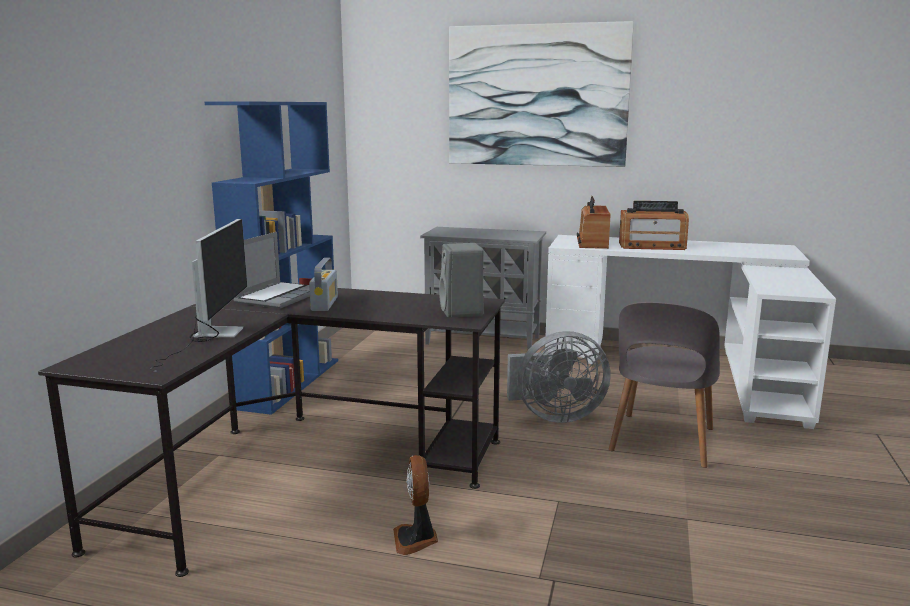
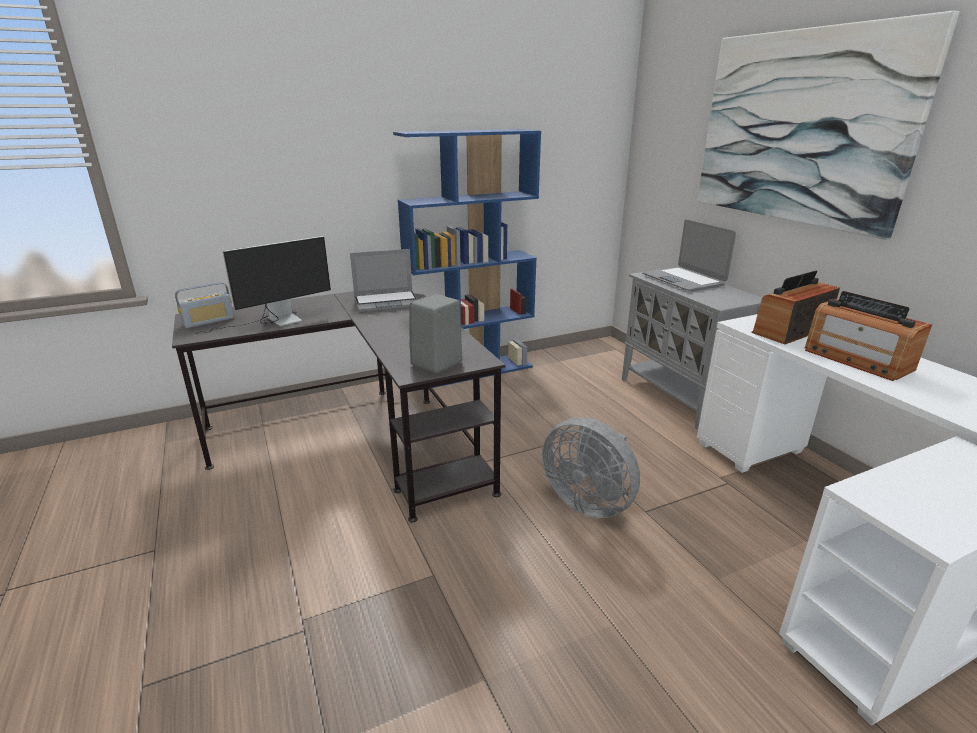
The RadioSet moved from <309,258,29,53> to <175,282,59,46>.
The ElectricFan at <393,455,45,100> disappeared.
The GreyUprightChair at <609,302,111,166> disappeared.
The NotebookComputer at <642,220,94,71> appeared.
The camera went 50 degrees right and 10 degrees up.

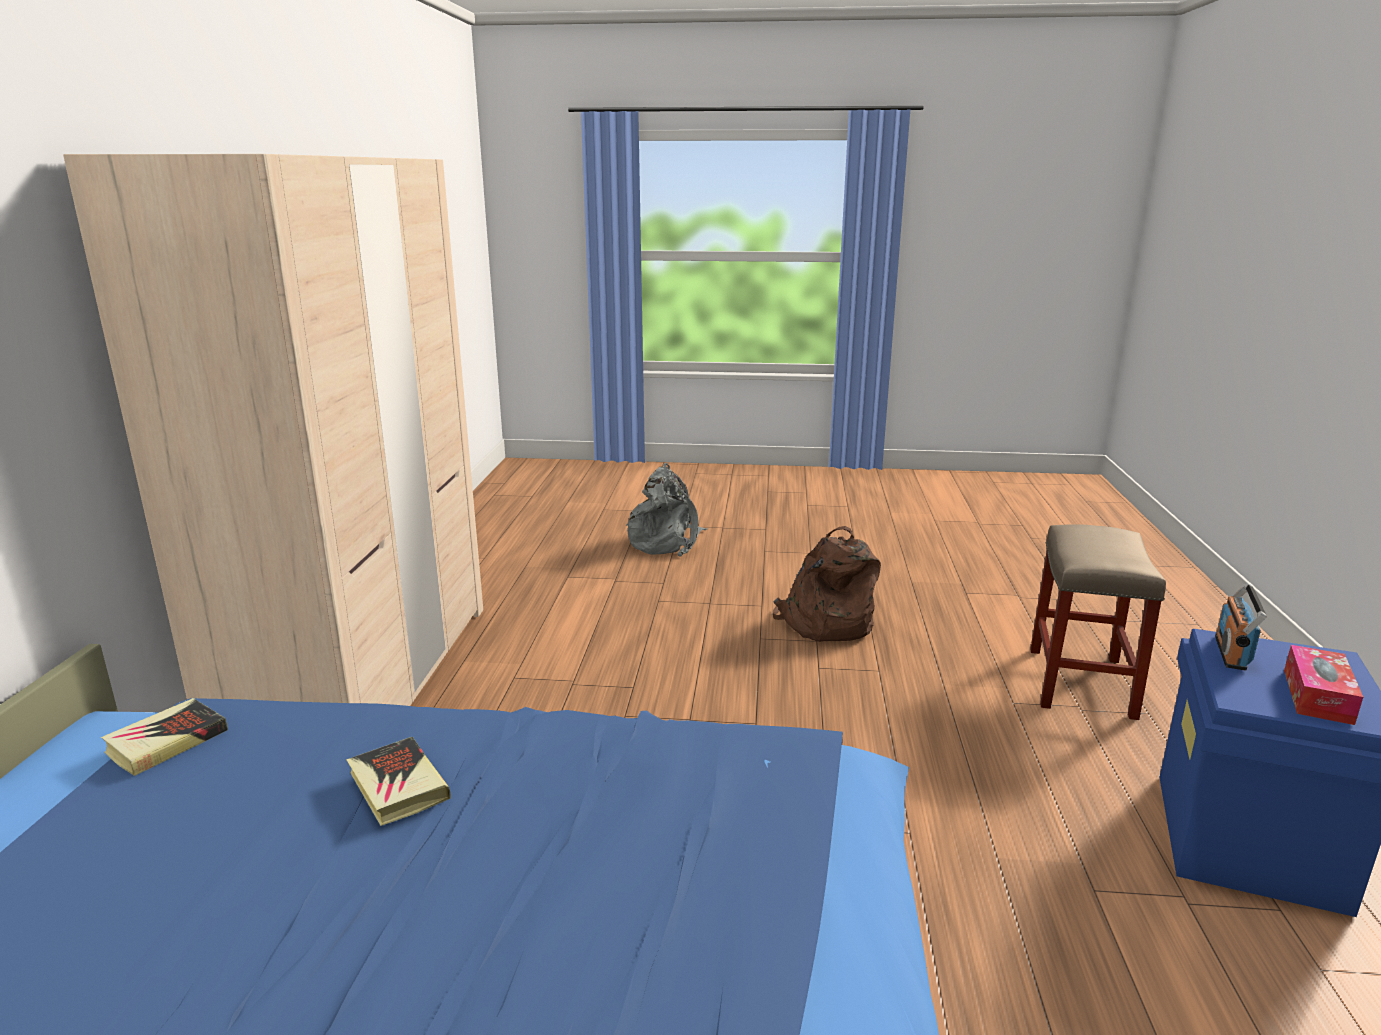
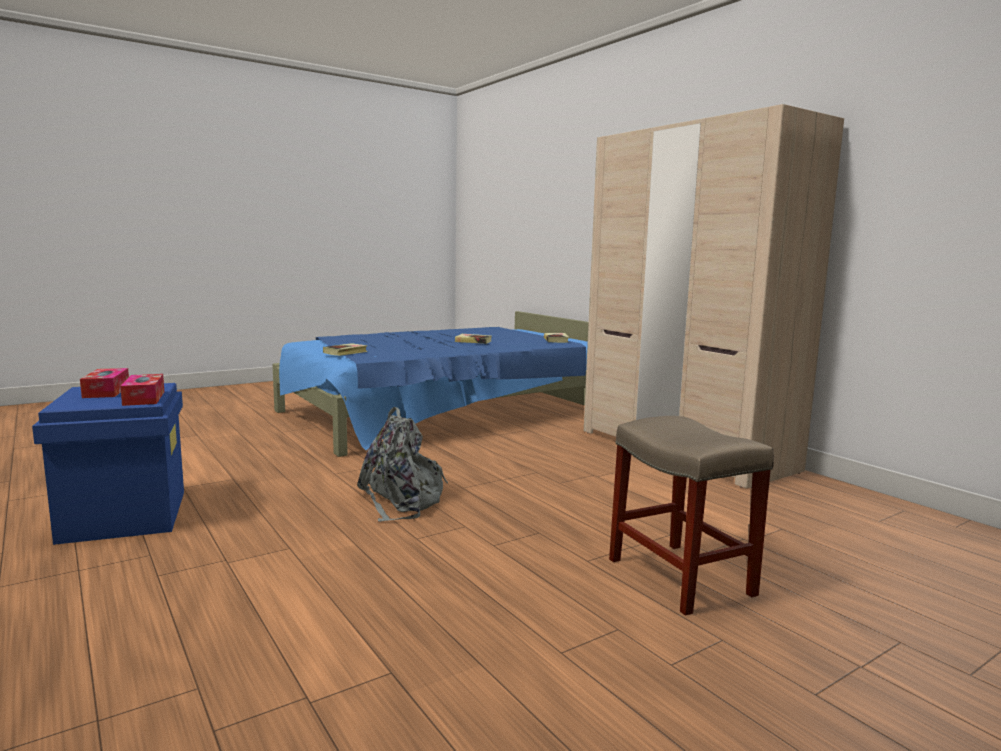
The GreyBackpack moved from <626,463,81,94> to <357,407,91,115>.
The BrownColouredBackpack at <773,526,108,116> disappeared.
The BeigeColouredStoolSeat moved from <1030,524,136,196> to <609,416,165,200>.
The RadioSet at <1215,583,52,87> was replaced by the TissueBox at <120,374,44,32>.
The Volume at <323,343,44,13> appeared.
The camera went 140 degrees right and 10 degrees down.

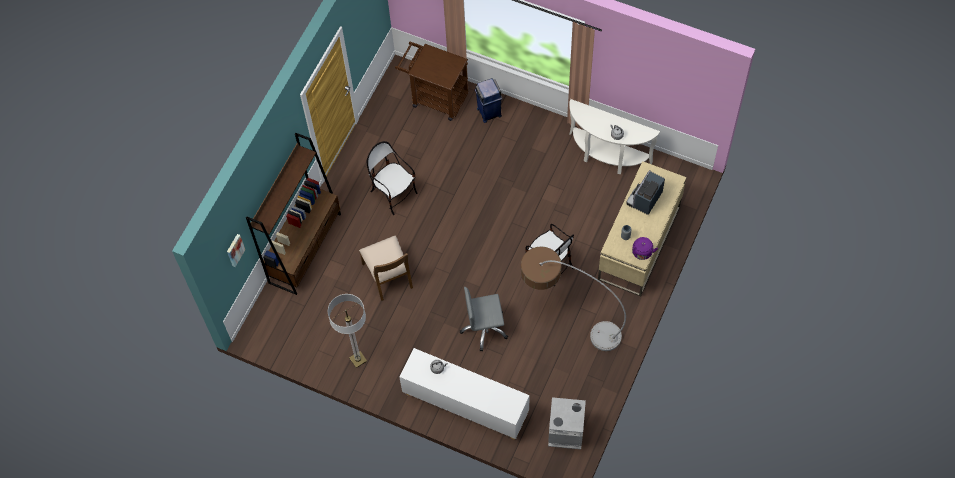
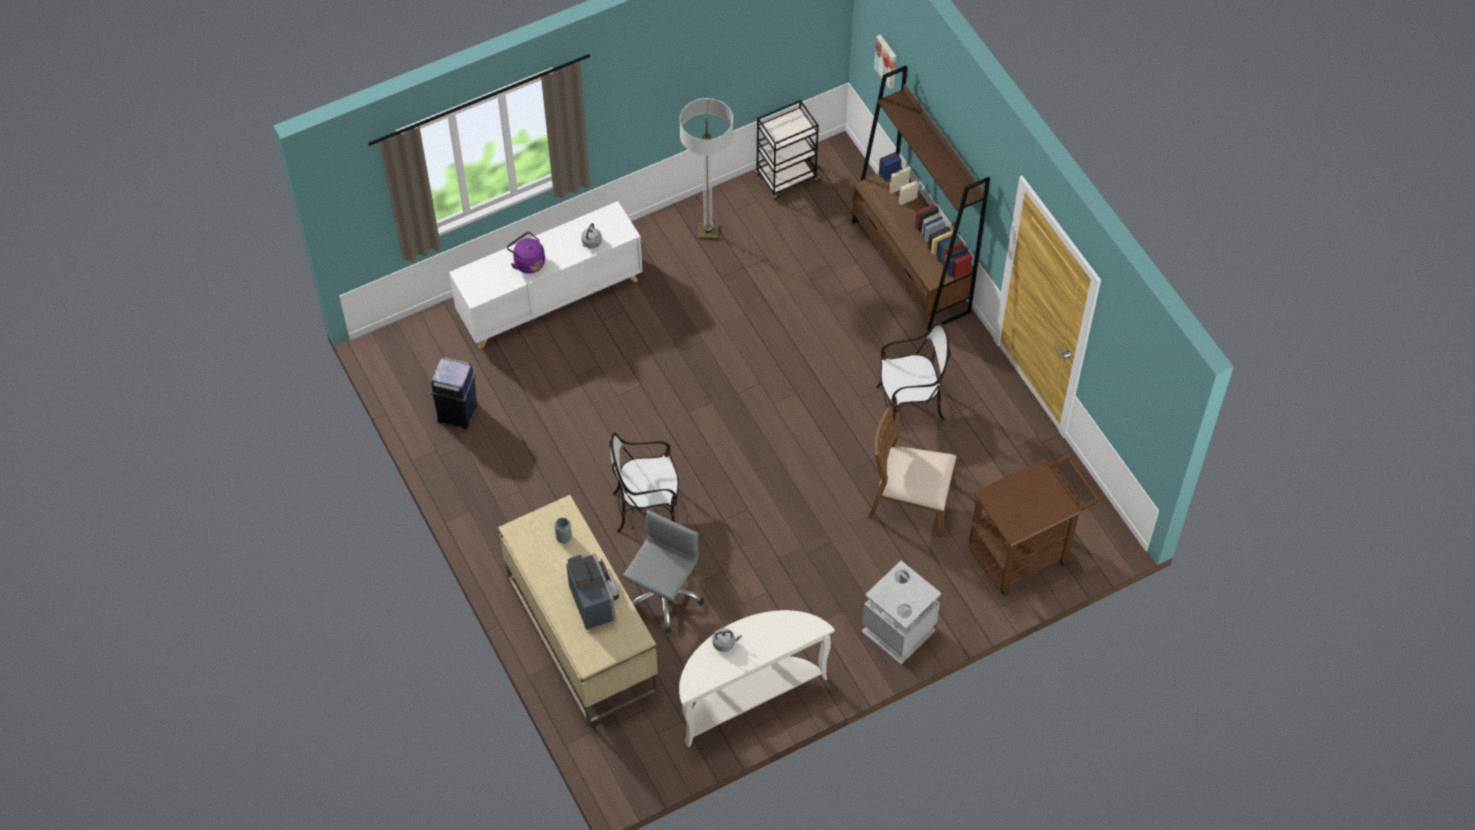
The BrownColouredUprightChair moved from <359,236,54,65> to <868,408,89,129>.
The GreyOfficeChair moved from <460,287,48,64> to <622,510,82,123>.
The BlueTrashCan moved from <475,78,27,45> to <430,357,48,72>.
The StandardLamp at <521,247,105,104> disappeared.
The GreyTrashCan moved from <548,397,38,53> to <862,561,79,104>.
The PurplishKettle moved from <632,237,26,23> to <507,232,38,42>.
The BlackishCart at <755,100,68,100> appeared.
The camera went 125 degrees right and 5 degrees down.

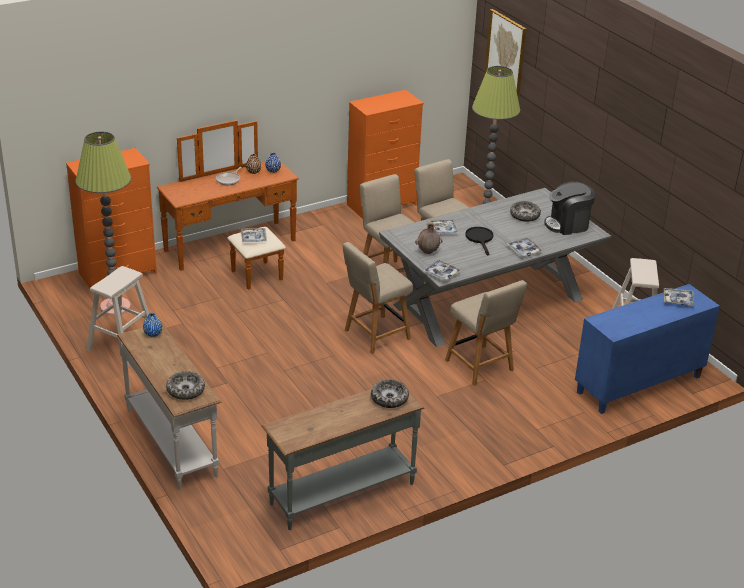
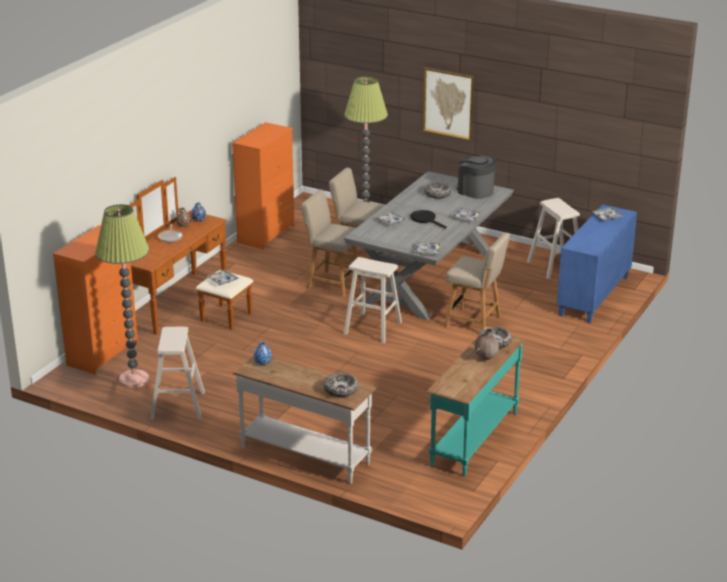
The GreyHallTable at <261,389,164,141> became the TurquoiseHallTable at <426,336,98,141>.
The BeigeColouredUprightChair at <343,242,70,112> was replaced by the BeigeColouredStoolSeat at <344,257,58,86>.
The BrownColouredFlowerVase moved from <415,222,28,32> to <475,327,24,33>.
The WallPicture moved from <484,9,42,88> to <422,67,52,74>.
The CoffeeMachine at <544,181,51,54> turned 90 degrees clockwise.
The camera went 30 degrees left and 5 degrees down.

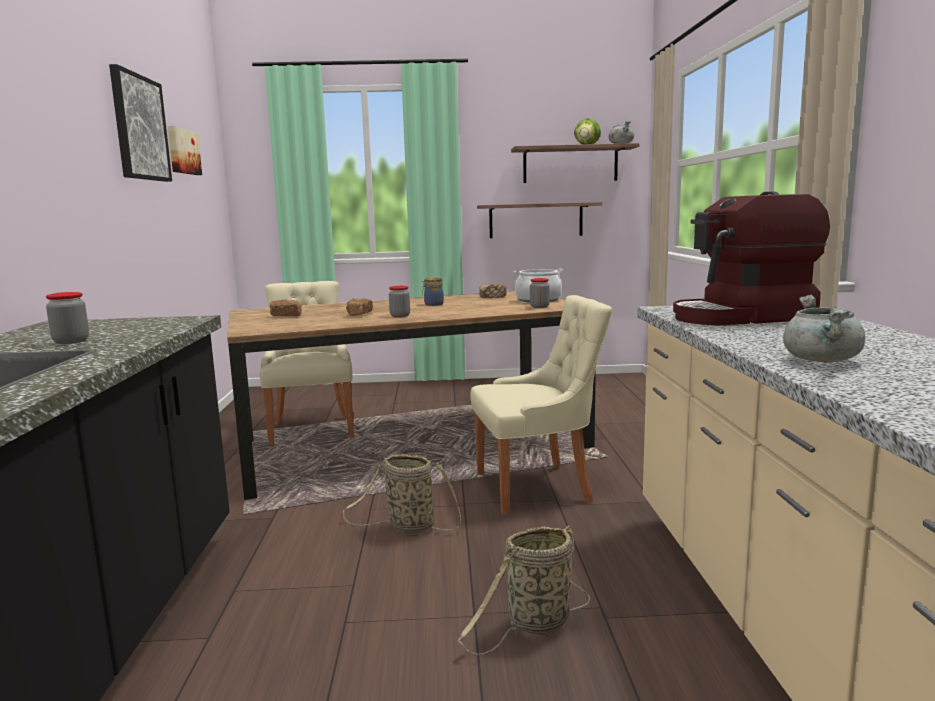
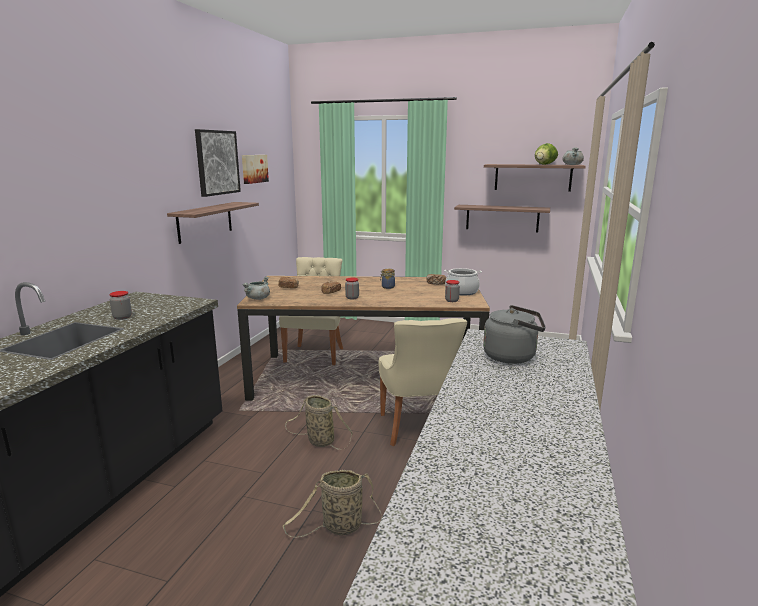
The BeigeColouredUprightChair at <470,295,142,220> turned 75 degrees clockwise.
The CoffeeMachine at <673,192,157,134> was replaced by the GreyKettle at <483,305,63,59>.
The GreyCookingPot moved from <783,295,82,67> to <242,277,28,23>.
The WallShelf at <167,202,92,42> appeared.
The camera went 20 degrees right and 5 degrees up.

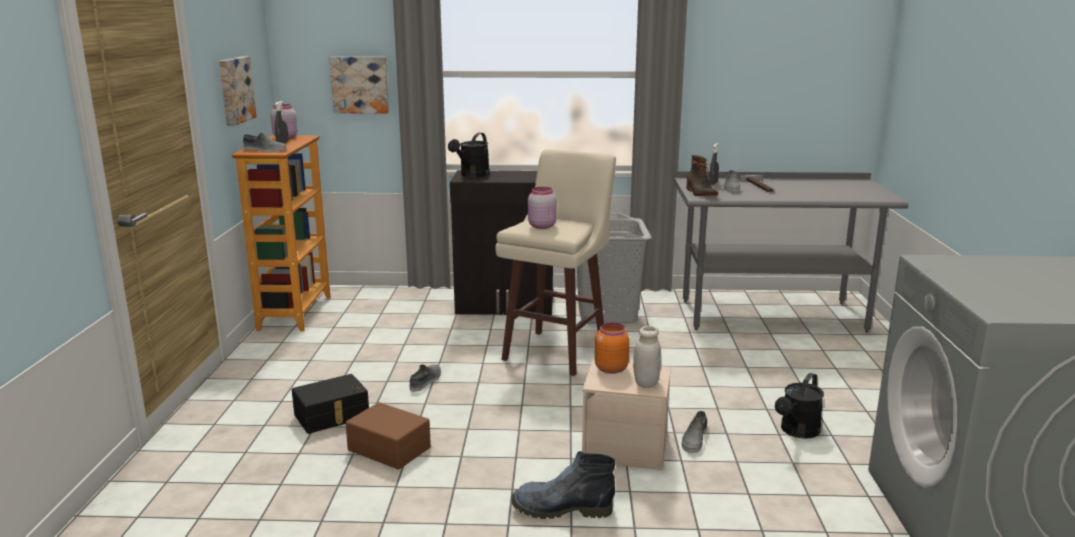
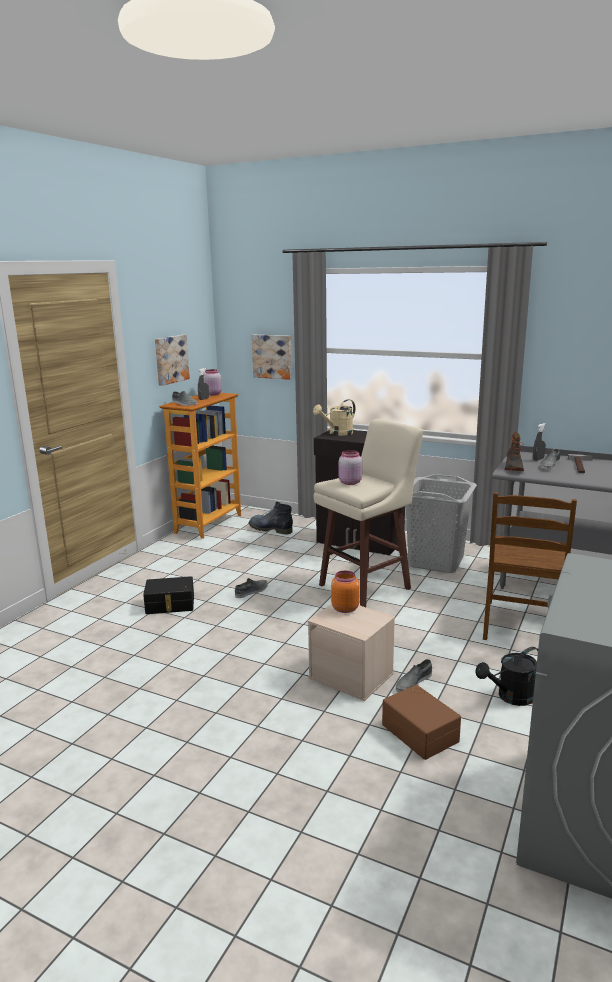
The BrownColouredStorageBox moved from <346,402,85,67> to <382,685,79,75>.
The BlackishWateringCan at <448,133,42,44> became the BeigeColouredWateringCan at <313,399,42,37>.
The Boot moved from <511,451,104,68> to <249,502,44,32>.
The WhitishPreserveJar at <633,326,28,62> disappeared.
The BrownColouredUprightChair at <483,492,94,148> appeared.
The camera went 25 degrees right and 0 degrees up.

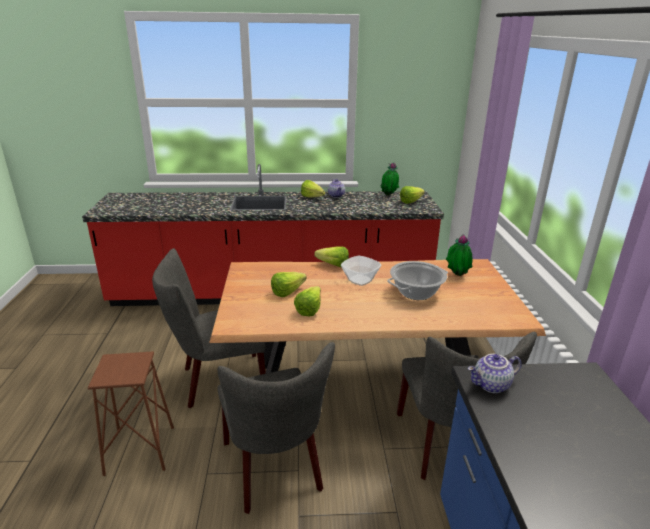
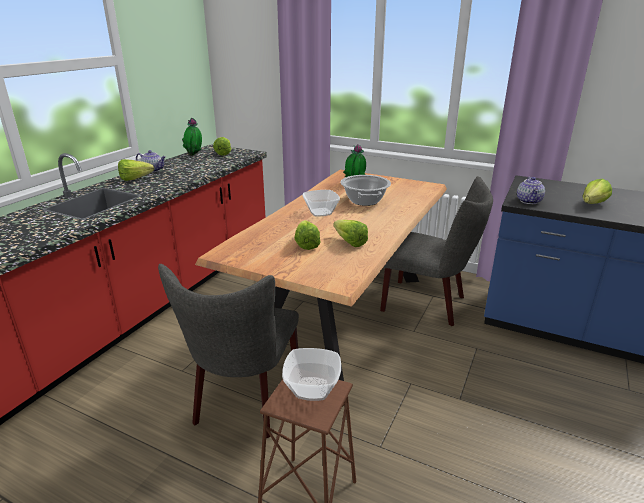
The GreyUprightChair at <217,342,118,172> disappeared.
The LettuceHead moved from <314,247,35,20> to <583,179,29,25>.
The ServingBowl at <282,348,59,53> appeared.
The camera went 60 degrees left and 0 degrees up.

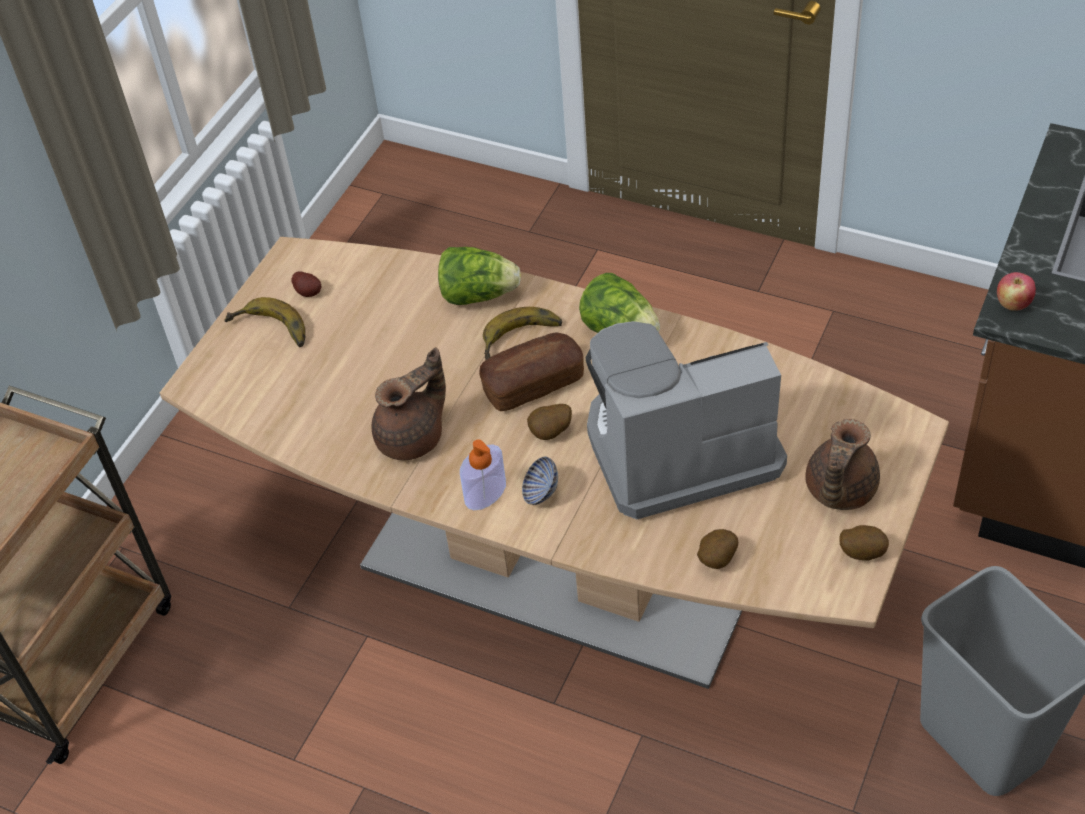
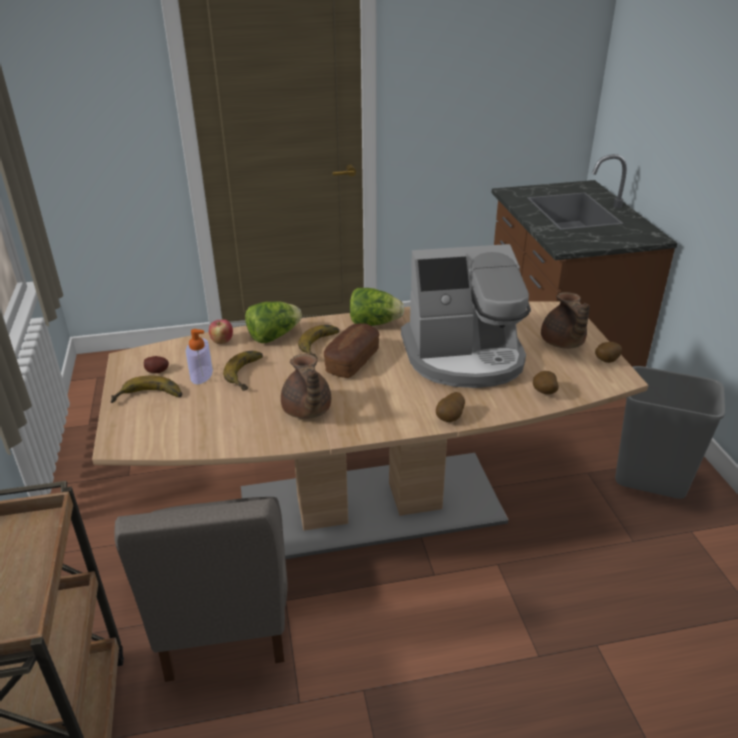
The BrownColouredTeaPot at <372,347,74,113> turned 150 degrees clockwise.
The LiquidSoapBottle moved from <460,439,46,71> to <186,329,27,55>.
The ServingBowl at <522,456,36,49> disappeared.
The WholePotato moved from <527,404,45,36> to <436,392,29,30>.
The CoffeeMachine at <586,321,201,198> turned 135 degrees counterclockwise.
The AppleFruit moved from <997,272,39,39> to <209,319,24,25>.
The GreyUprightChair at <115,497,173,185> appeared.
The BananaFruit at <223,351,40,40> appeared.
The camera went 40 degrees left and 15 degrees down.

